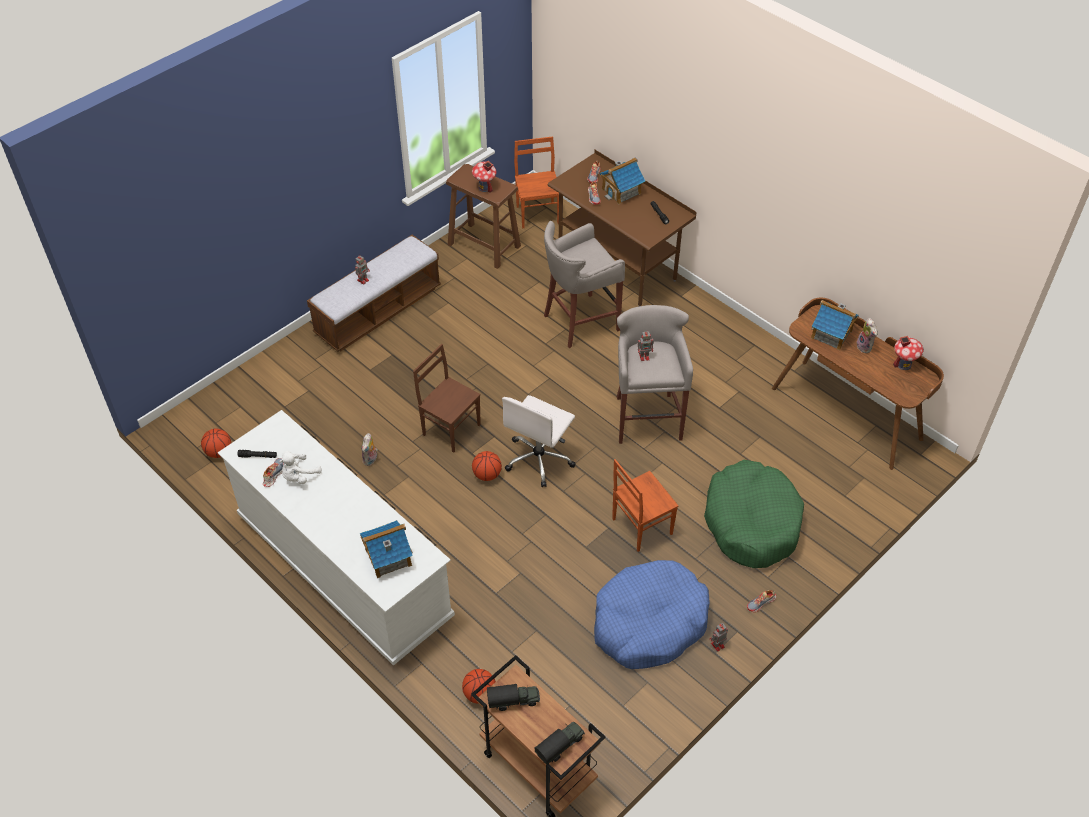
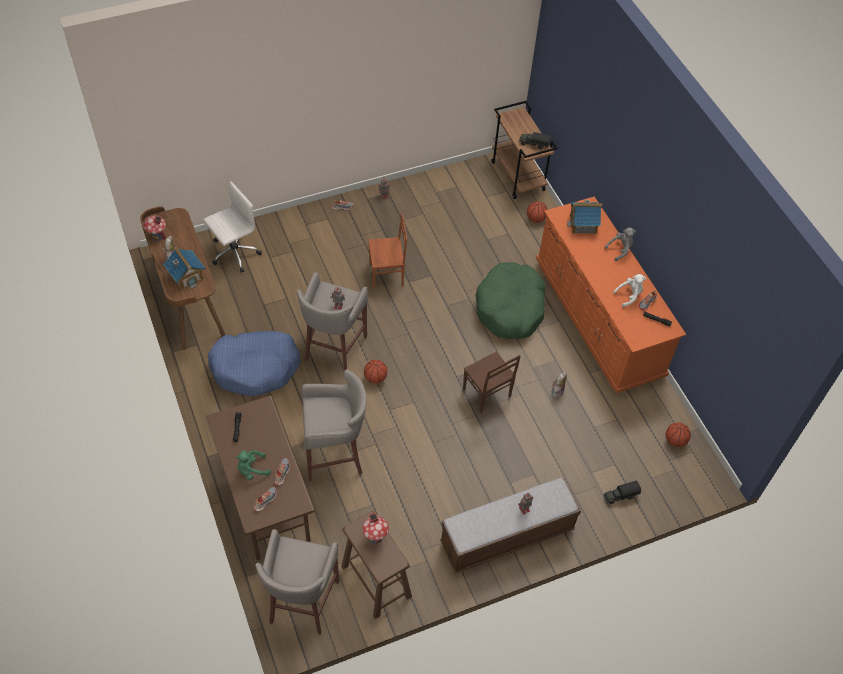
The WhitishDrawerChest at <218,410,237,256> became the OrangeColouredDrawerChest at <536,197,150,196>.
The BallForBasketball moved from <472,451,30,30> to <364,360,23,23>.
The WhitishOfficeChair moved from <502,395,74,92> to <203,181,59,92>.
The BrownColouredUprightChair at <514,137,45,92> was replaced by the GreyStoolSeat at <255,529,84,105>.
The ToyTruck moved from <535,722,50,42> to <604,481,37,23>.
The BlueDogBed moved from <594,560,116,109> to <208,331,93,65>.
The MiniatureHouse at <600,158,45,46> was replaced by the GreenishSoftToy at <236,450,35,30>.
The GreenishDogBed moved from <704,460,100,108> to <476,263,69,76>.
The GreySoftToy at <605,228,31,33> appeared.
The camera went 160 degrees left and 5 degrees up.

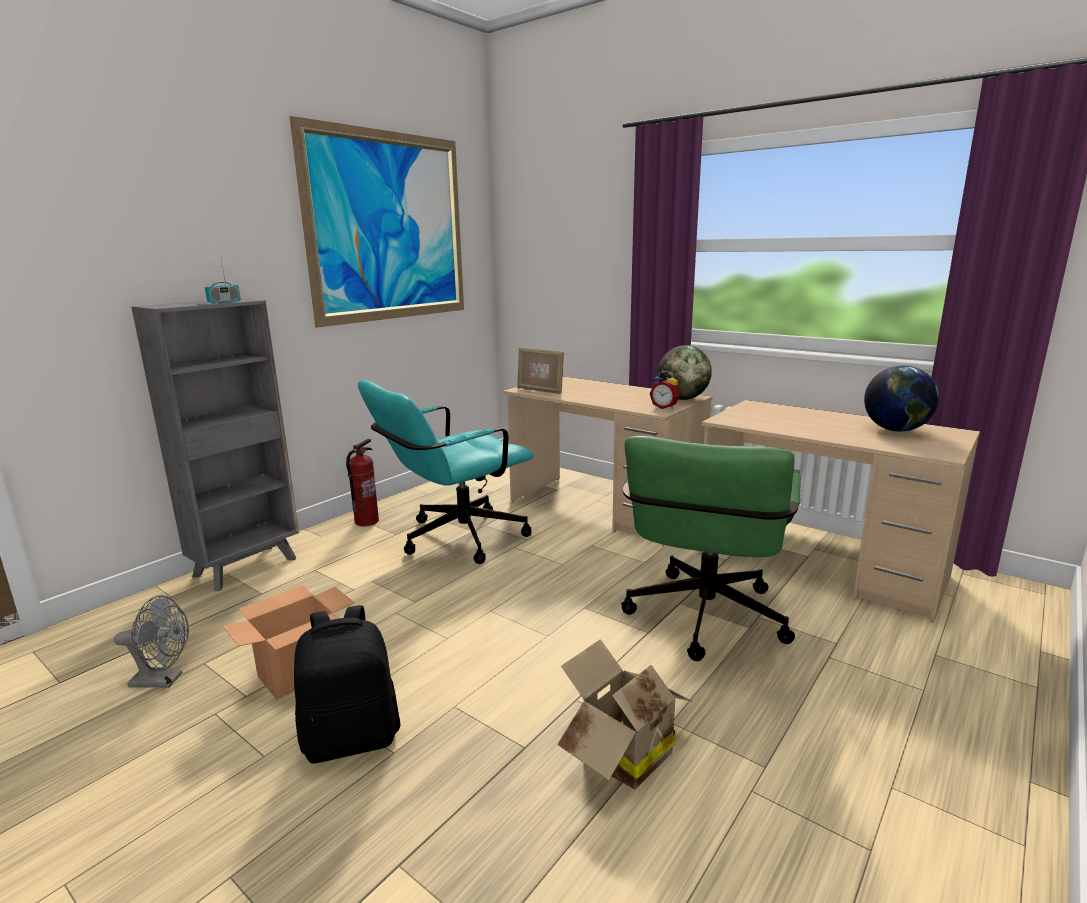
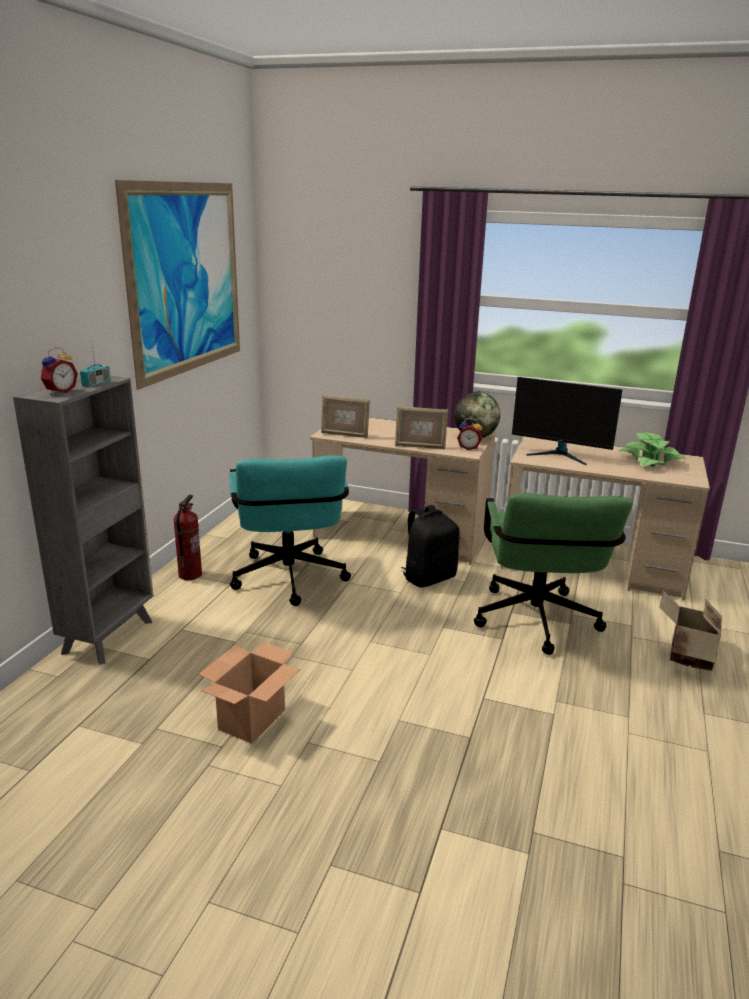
The GreyElectricFan at <114,596,75,92> disappeared.
The BlackishBackpack moved from <294,605,106,159> to <401,505,59,82>.
The TurquoiseOfficeChair at <358,380,176,184> turned 45 degrees counterclockwise.
The PackingBox moved from <557,639,136,151> to <659,590,63,81>.
The WorldGlobe at <864,366,75,66> was replaced by the PottedPlant at <619,432,68,35>.
The AlarmClock at <41,347,37,48> appeared.
The PictureFrame at <395,406,53,43> appeared.
The ComputerScreen at <512,377,110,88> appeared.
The camera went 20 degrees left and 5 degrees up.

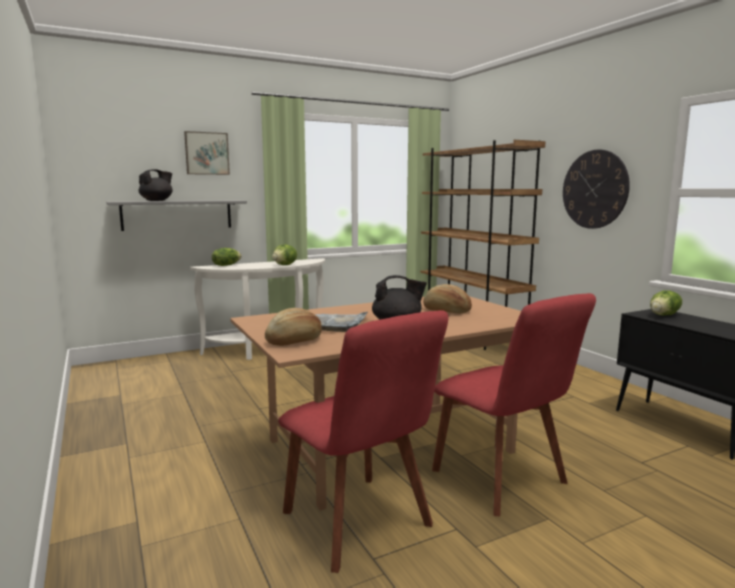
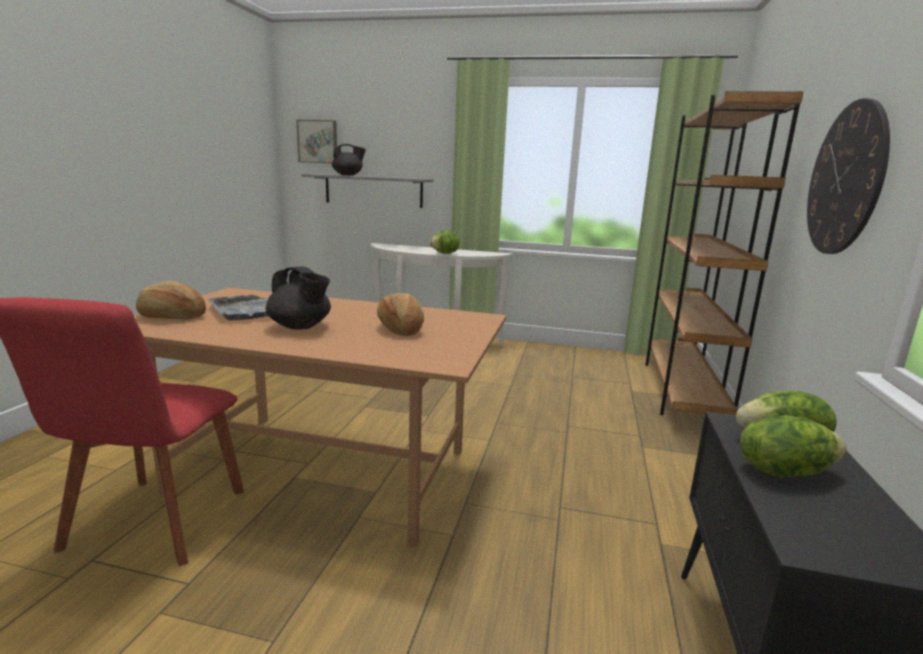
The WallPicture moved from <184,131,46,44> to <297,120,40,44>.
The LettuceHead moved from <212,248,30,18> to <740,415,107,62>.
The ReddishUprightChair at <432,293,164,223> disappeared.
The camera went 40 degrees right and 5 degrees up.

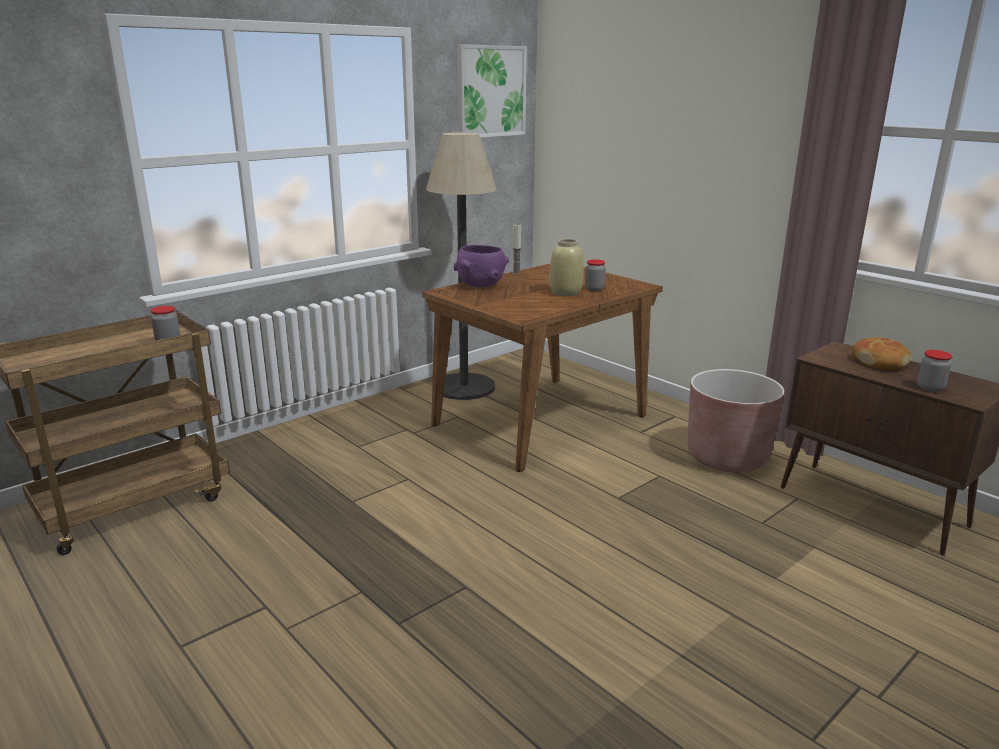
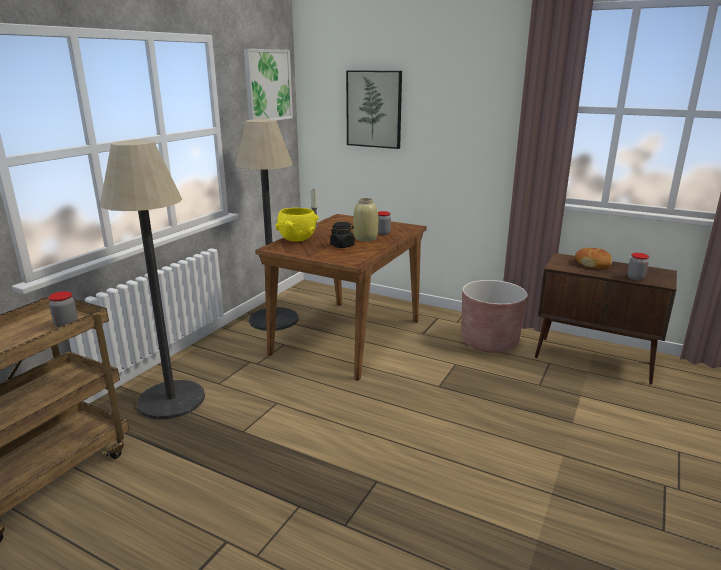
The PurplishServingBowl at <454,245,55,43> became the YellowServingBowl at <275,208,44,34>.
The StandardLamp at <100,140,105,279> appeared.
The BlackishPreserveJar at <330,222,24,26> appeared.
The WallPicture at <346,70,56,79> appeared.
The camera went 20 degrees left and 0 degrees up.

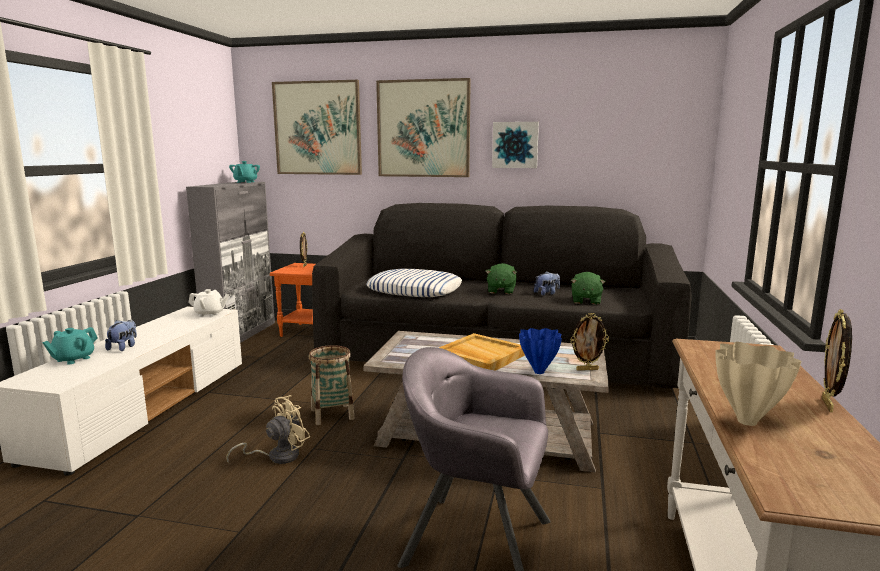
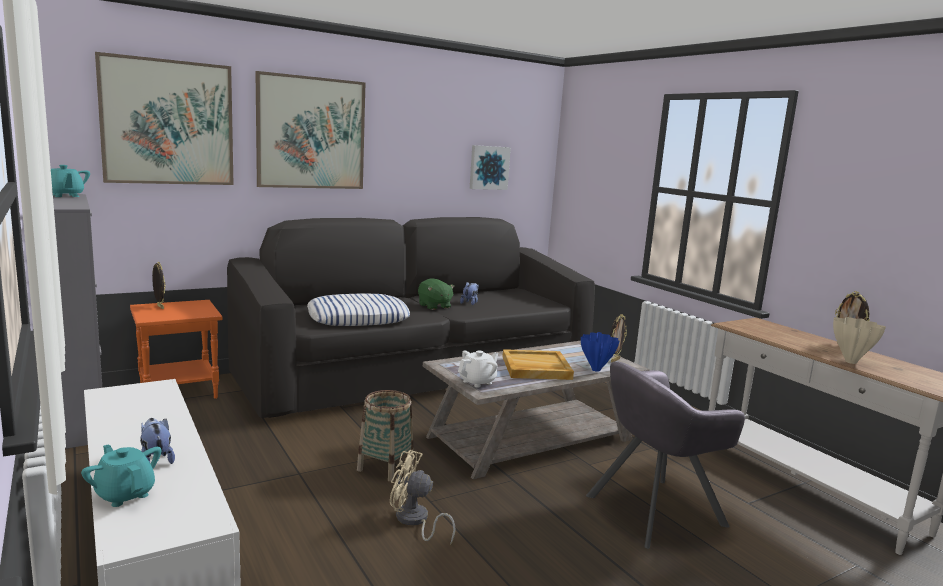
The TurquoiseTeaPot at <42,327,55,37> turned 150 degrees clockwise.
The WhitishTeaPot moved from <188,289,41,28> to <458,350,40,38>.
The BeigeColouredElectricFan at <226,395,84,69> turned 75 degrees counterclockwise.
The WallPicture moved from <492,122,47,46> to <470,145,41,45>.
The GreenishSoftToy at <571,272,35,33> disappeared.
The camera went 45 degrees left and 0 degrees up.

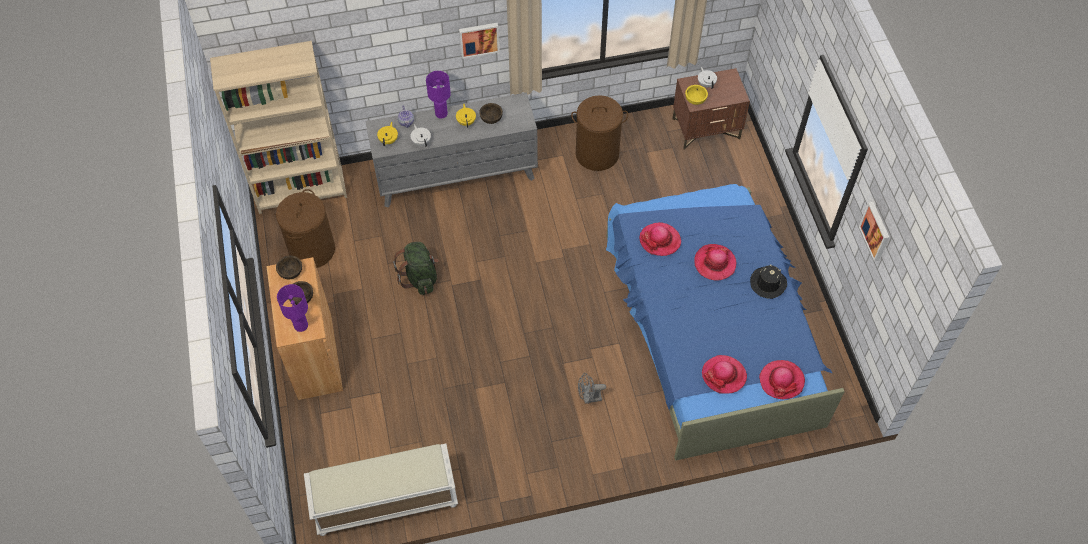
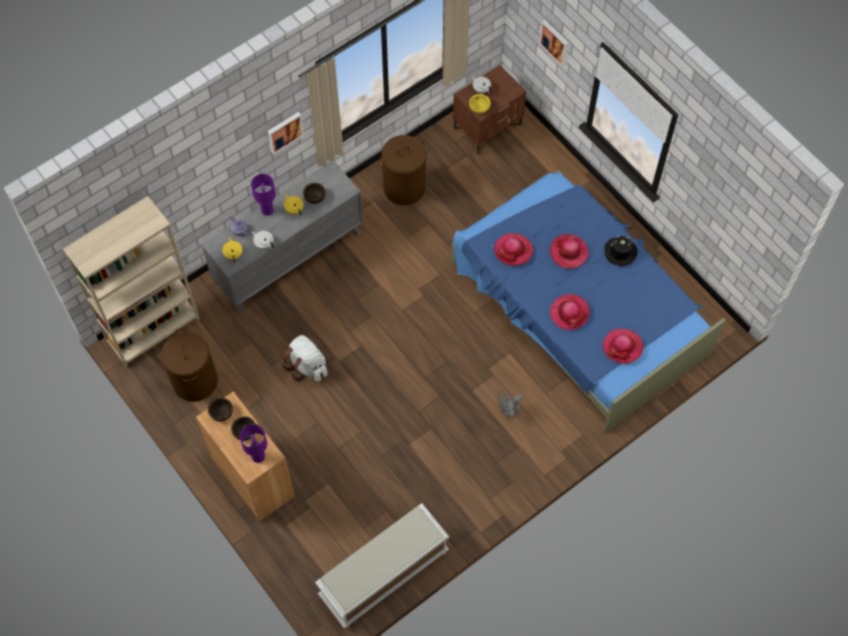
The GreenishBackpack at <393,242,46,53> became the WhitishBackpack at <282,335,45,47>.
The Hat moved from <759,360,46,39> to <550,294,40,36>.
The WallPicture moved from <859,202,31,60> to <539,20,29,47>.
The camera went 25 degrees left and 5 degrees up.

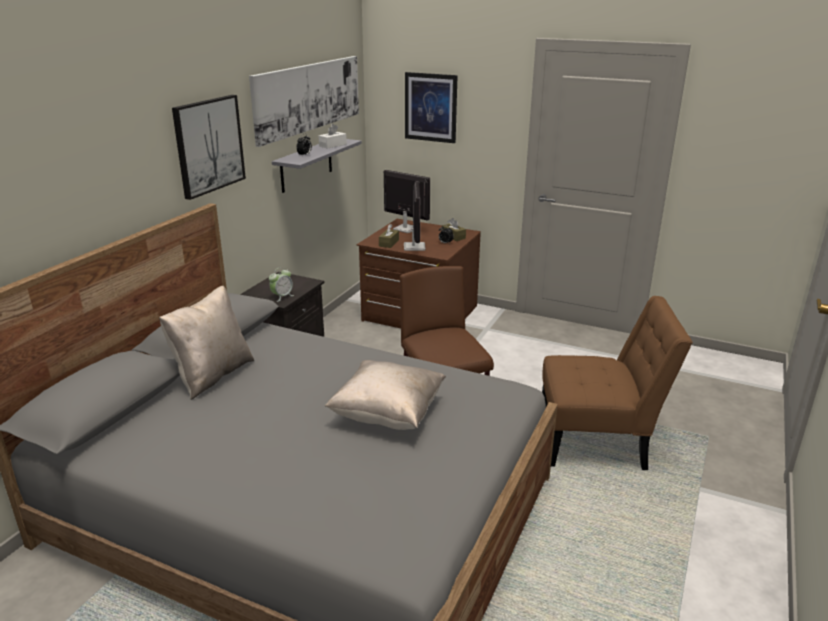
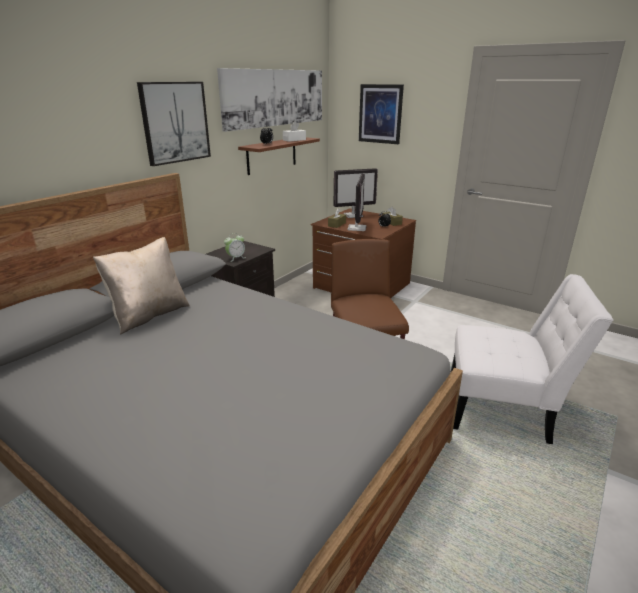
The GreyWallShelf at <272,139,90,54> became the BrownColouredWallShelf at <238,137,82,38>.
The BeigeColouredCushion at <325,360,121,70> disappeared.
The ComputerScreen at <384,170,46,63> turned 120 degrees clockwise.
The BrownColouredUprightChair at <542,296,151,174> became the WhitishUprightChair at <450,274,163,170>.
The camera went 10 degrees right and 0 degrees up.

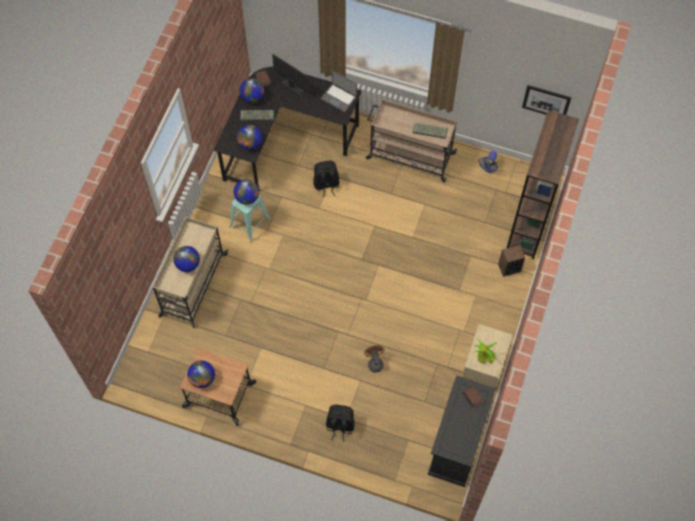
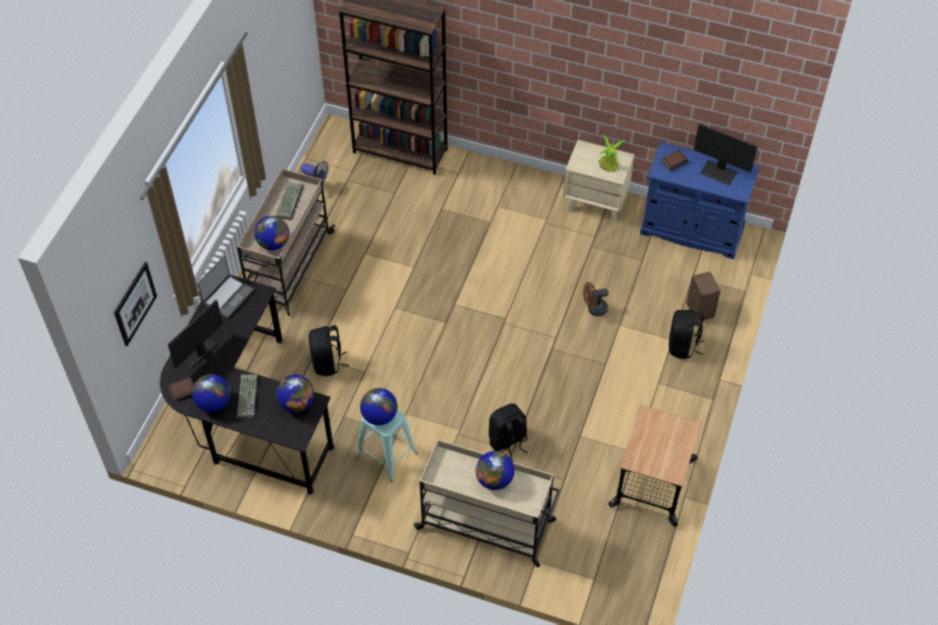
The WorldGlobe moved from <187,360,28,28> to <254,216,35,34>.
The BlackishStorageCabinet at <428,375,68,112> became the BlueStorageCabinet at <640,142,119,117>.
The Loudspeaker moved from <498,245,27,32> to <686,271,34,50>.
The WallPicture moved from <522,85,50,30> to <114,262,43,84>.
The BlackishBackpack at <489,404,39,56> appeared.
The ComputerScreen at <694,123,64,63> appeared.
The camera went 90 degrees left and 10 degrees down.

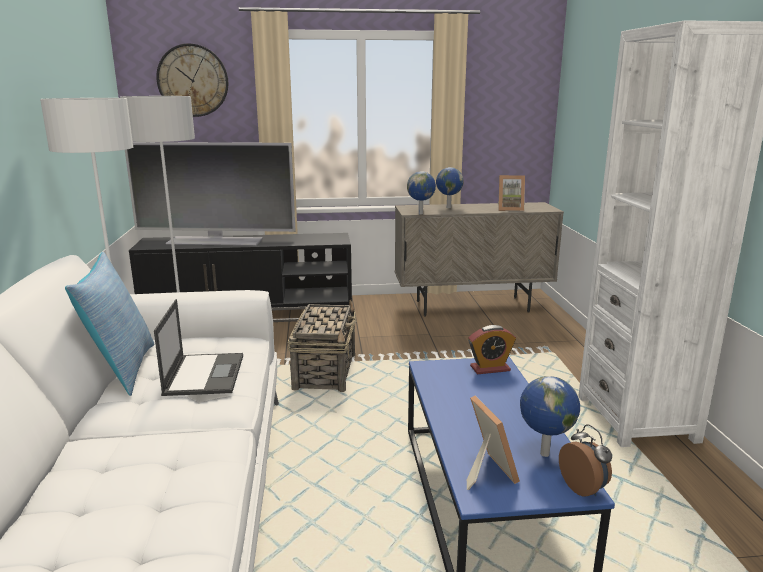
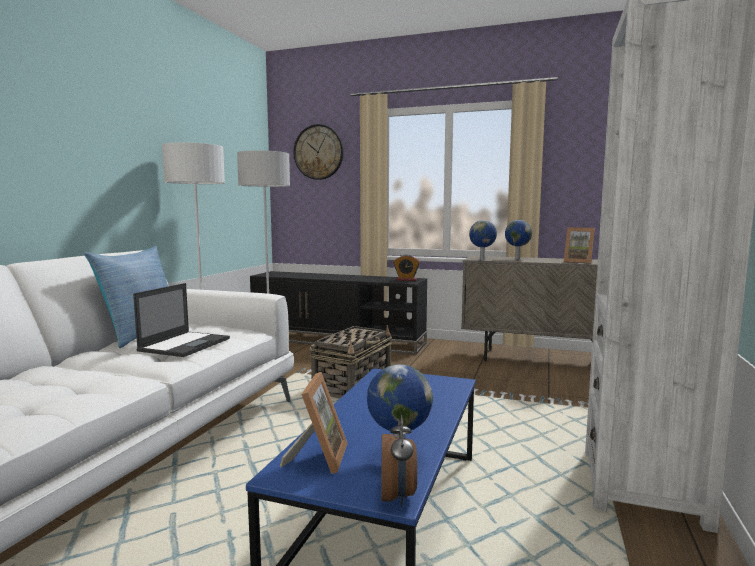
The Tv at <125,142,171,104> disappeared.
The AlarmClock moved from <468,325,48,49> to <393,254,27,27>.
The camera went 25 degrees right and 10 degrees down.

